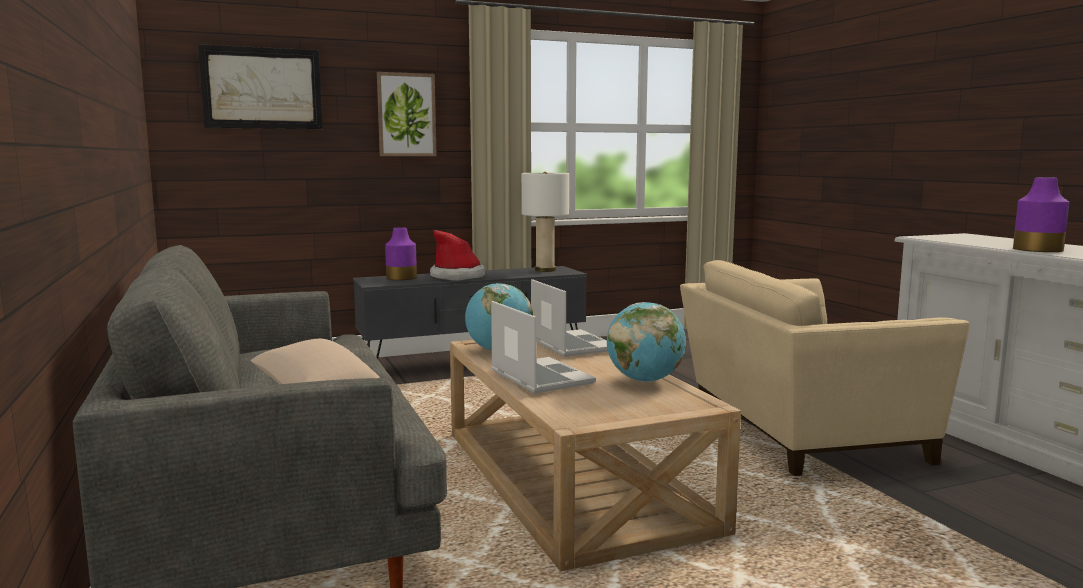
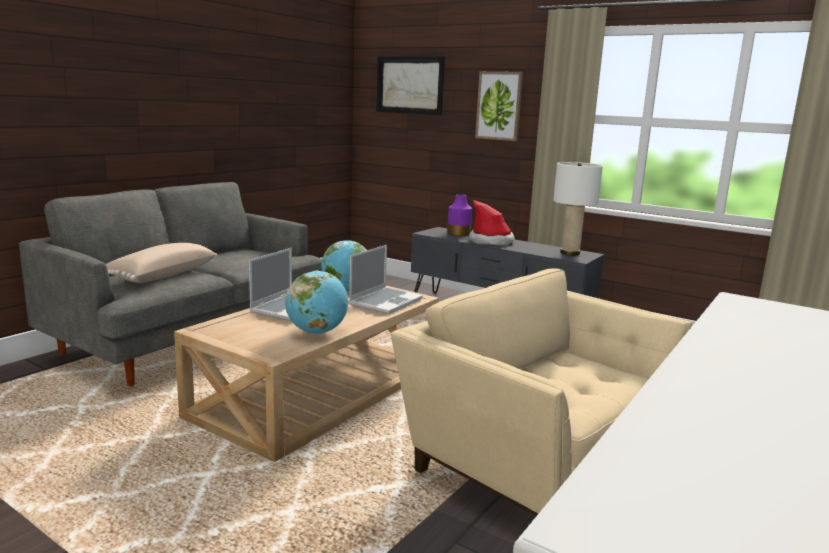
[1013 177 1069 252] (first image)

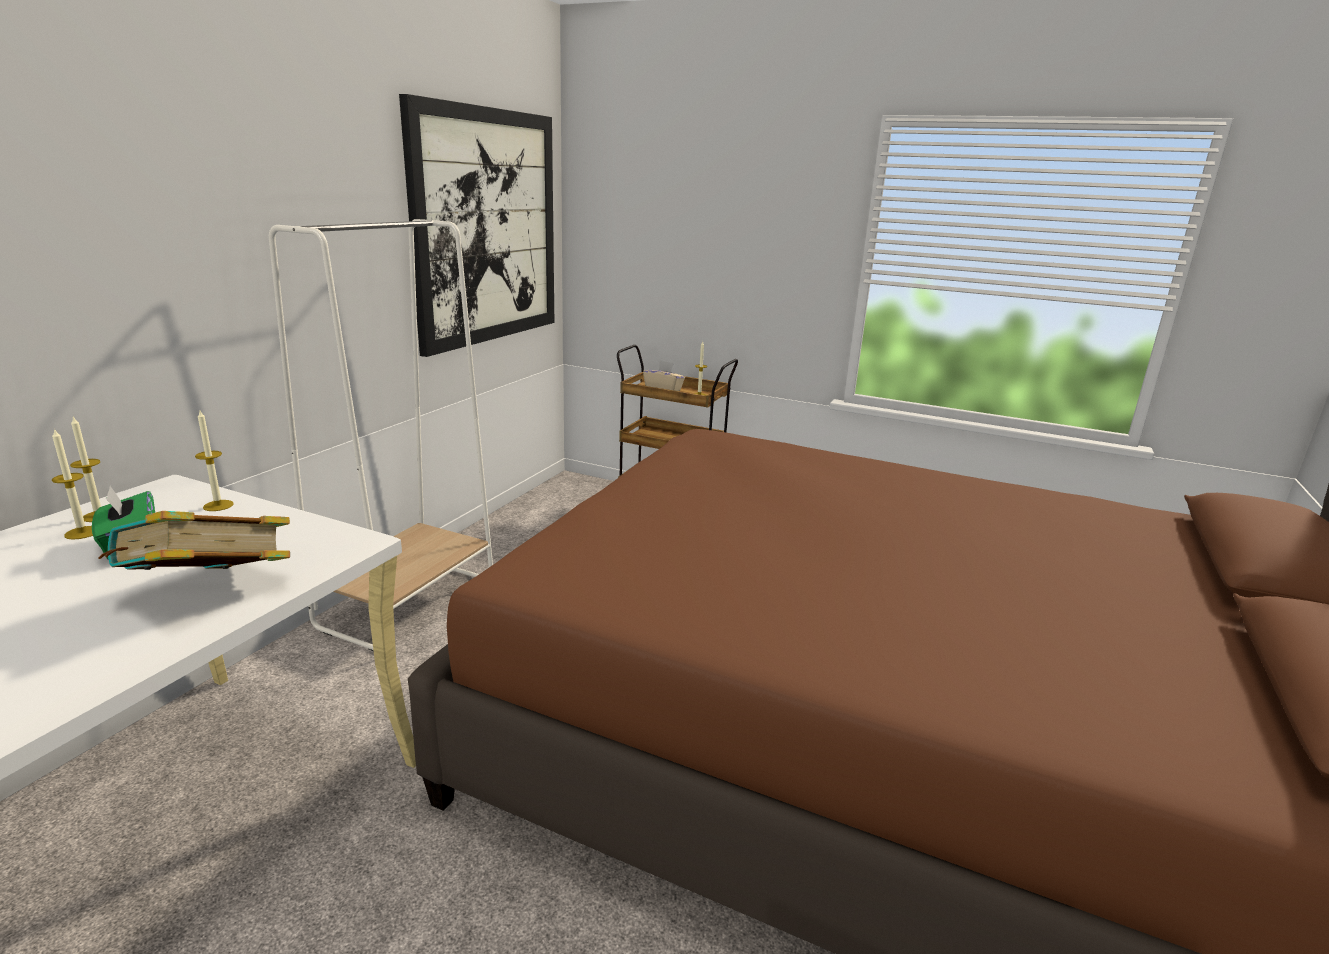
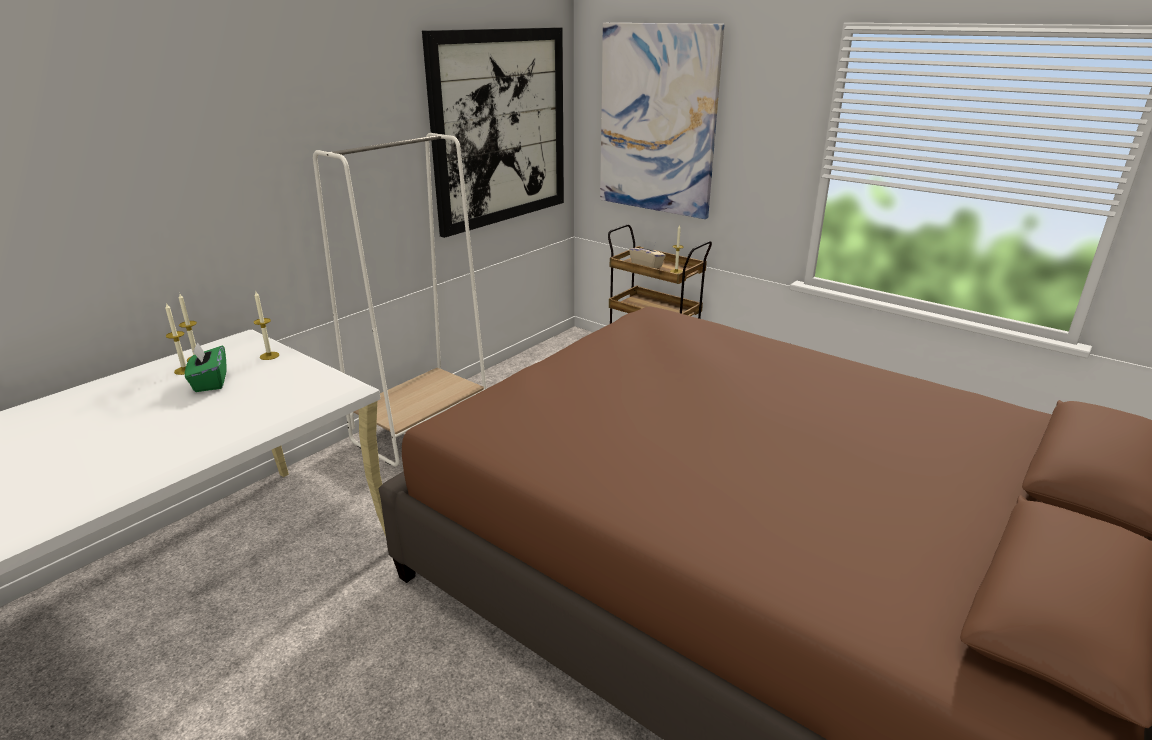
[99 511 290 570] (first image)
[600 23 725 219]

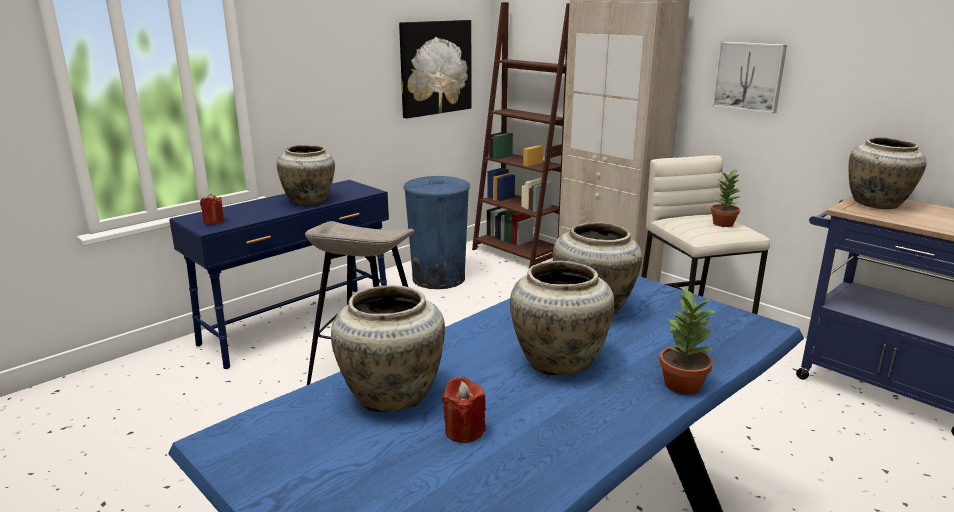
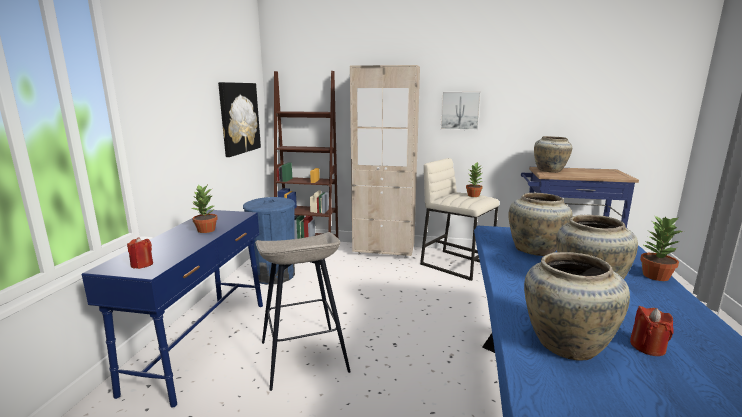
[192 185 218 233]

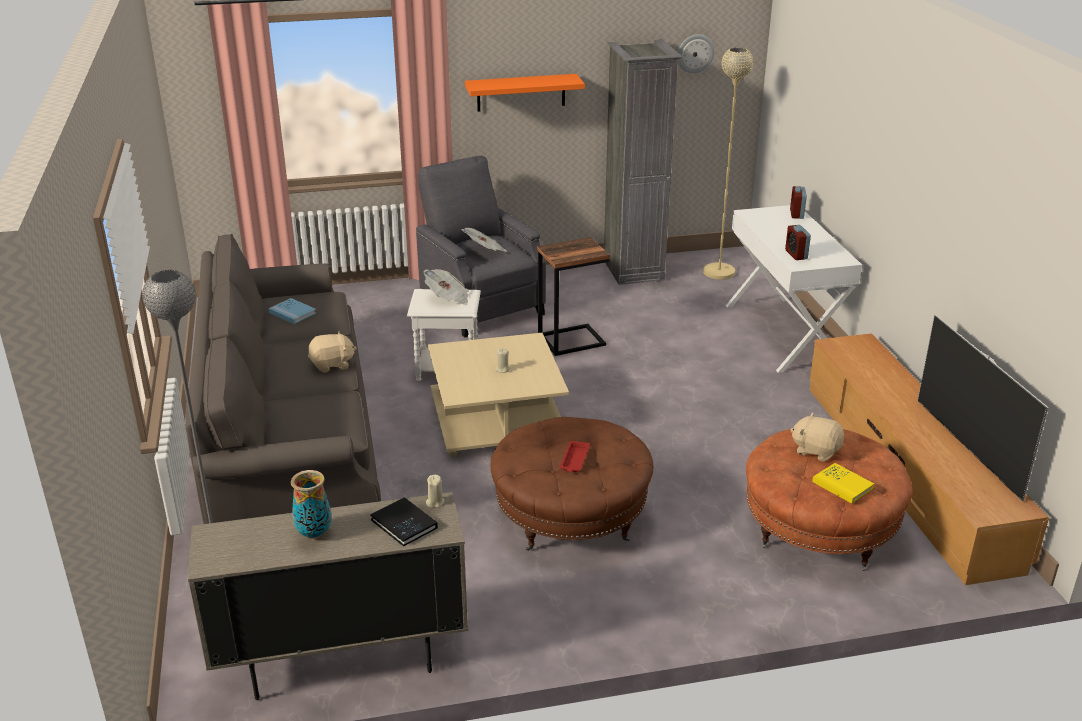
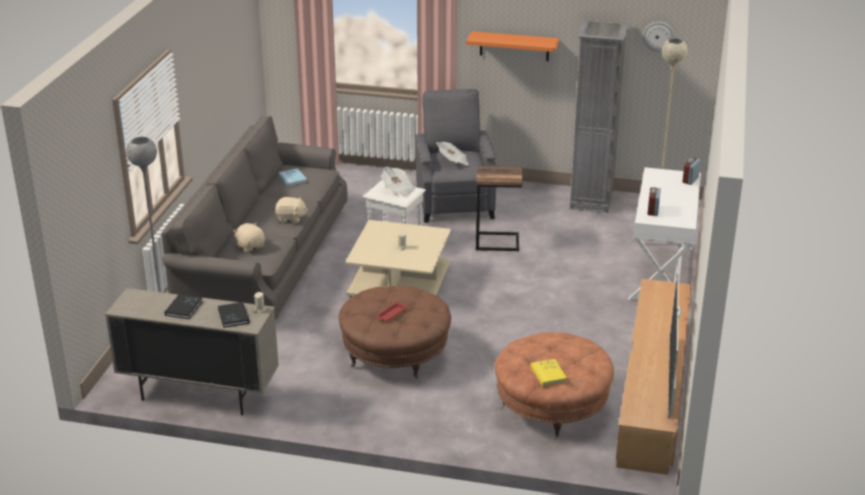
[233 223 265 253]
[165 294 203 319]

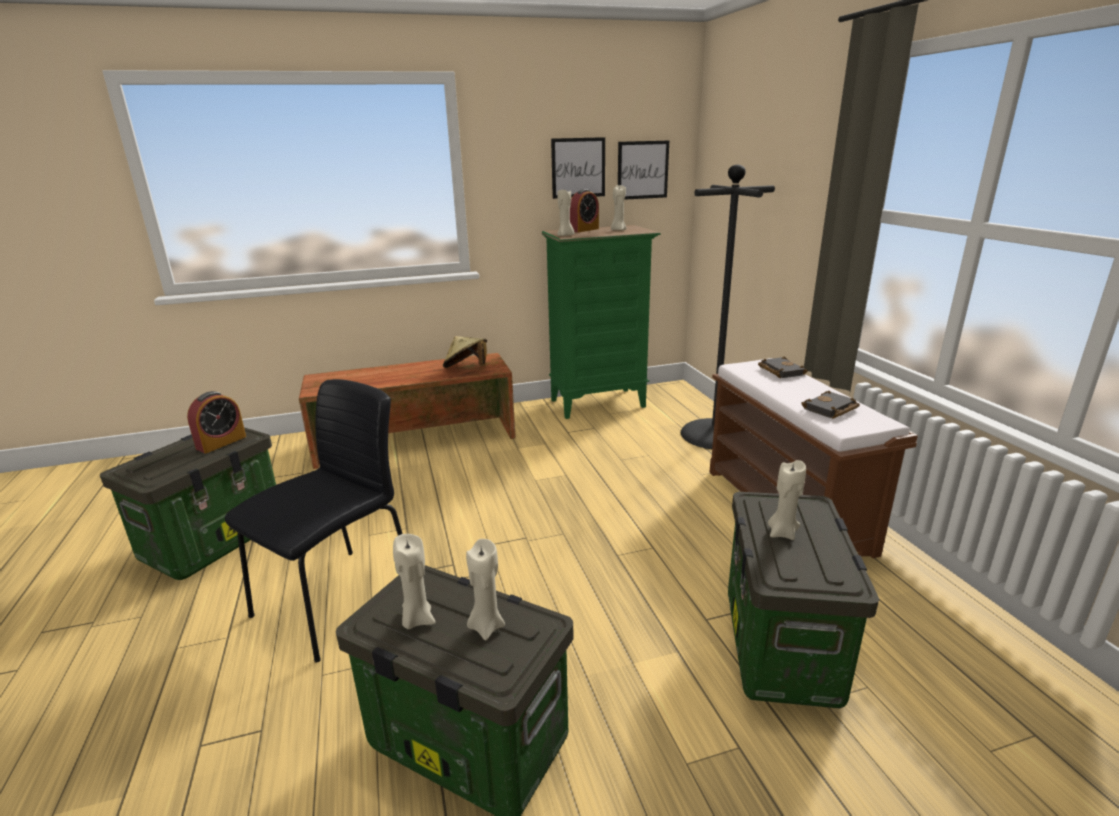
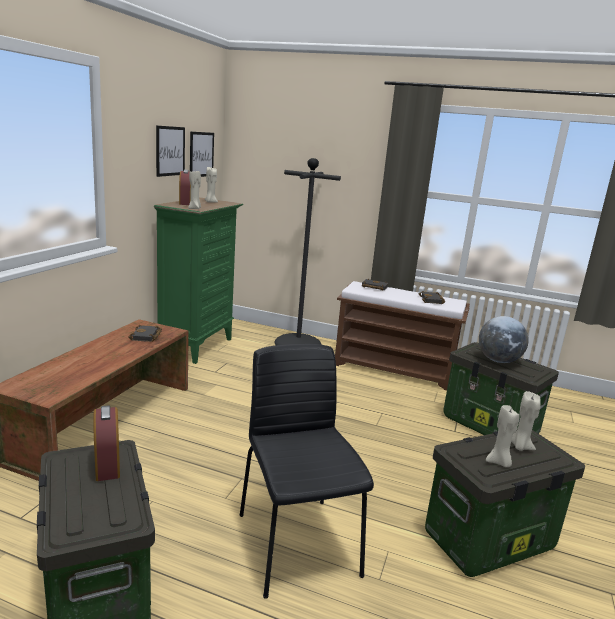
[128 325 162 342]
[479 316 529 363]

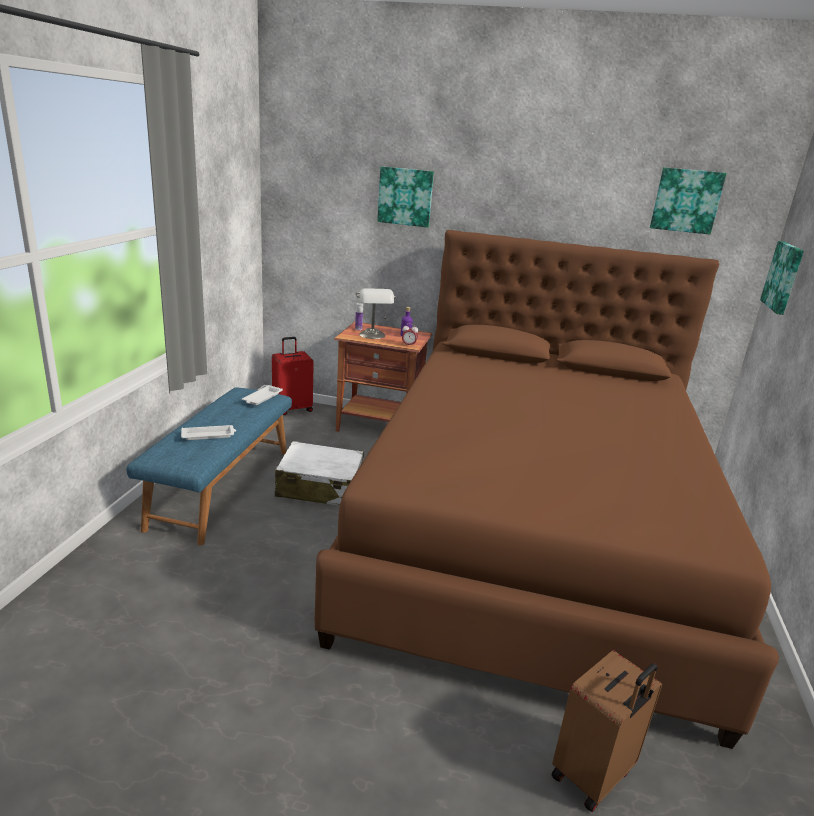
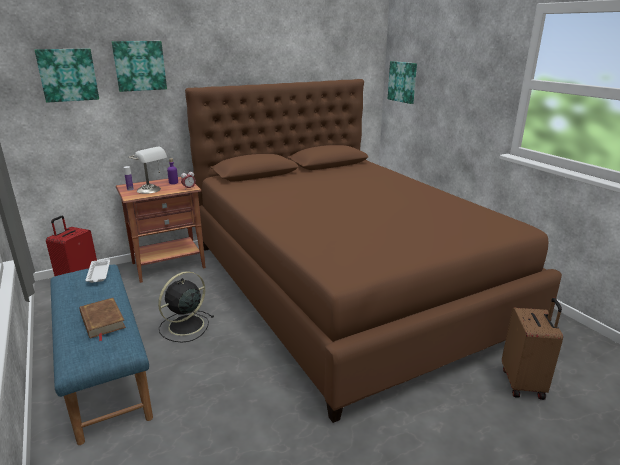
[35 49 99 103]
[80 298 126 341]
[158 271 214 343]

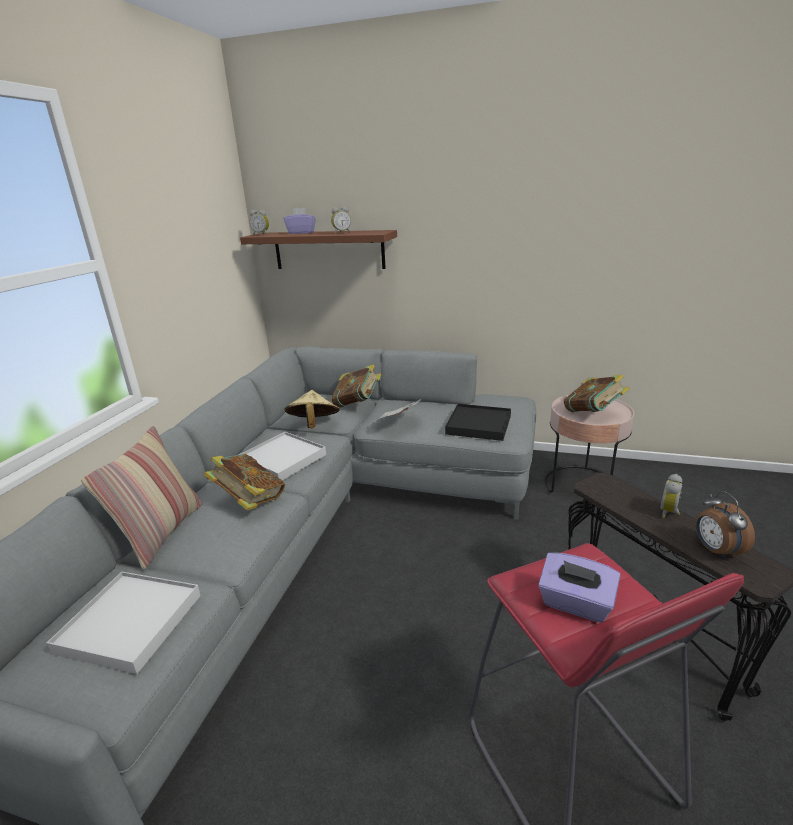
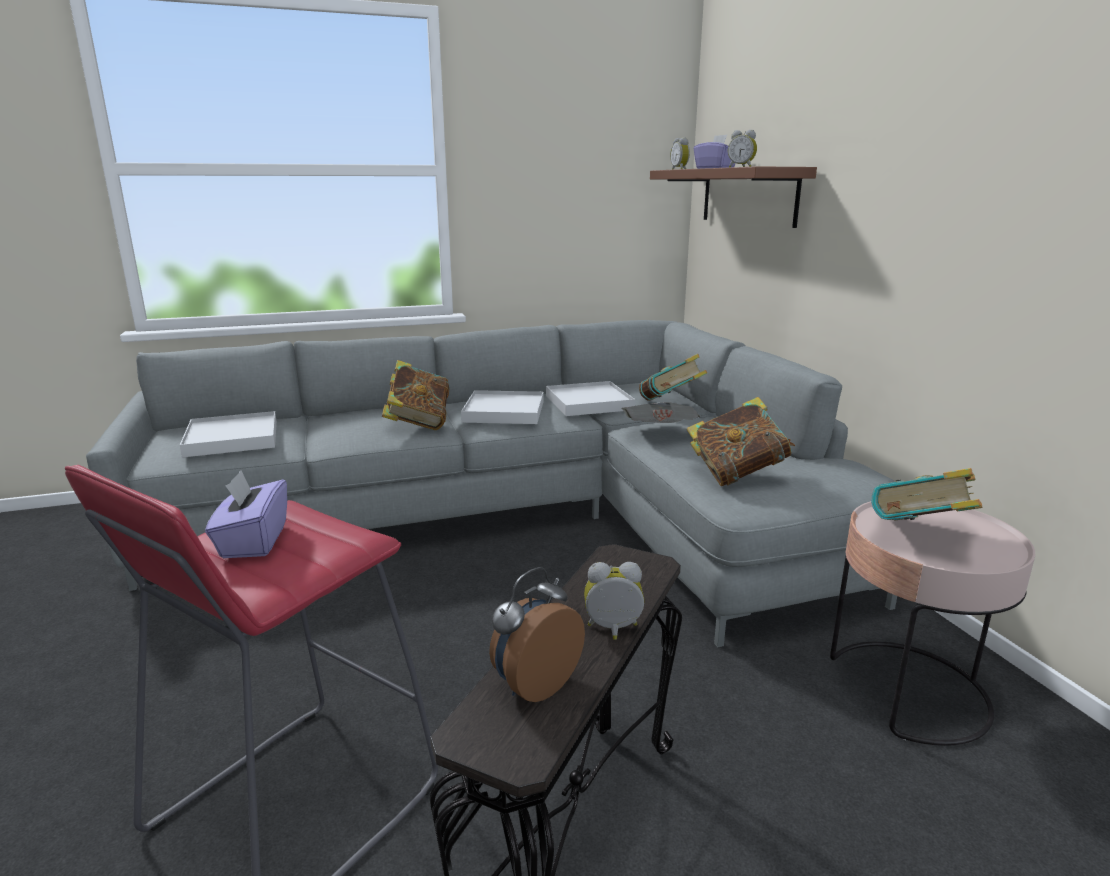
[546 381 635 416]
[687 397 795 486]
[81 426 203 569] (first image)

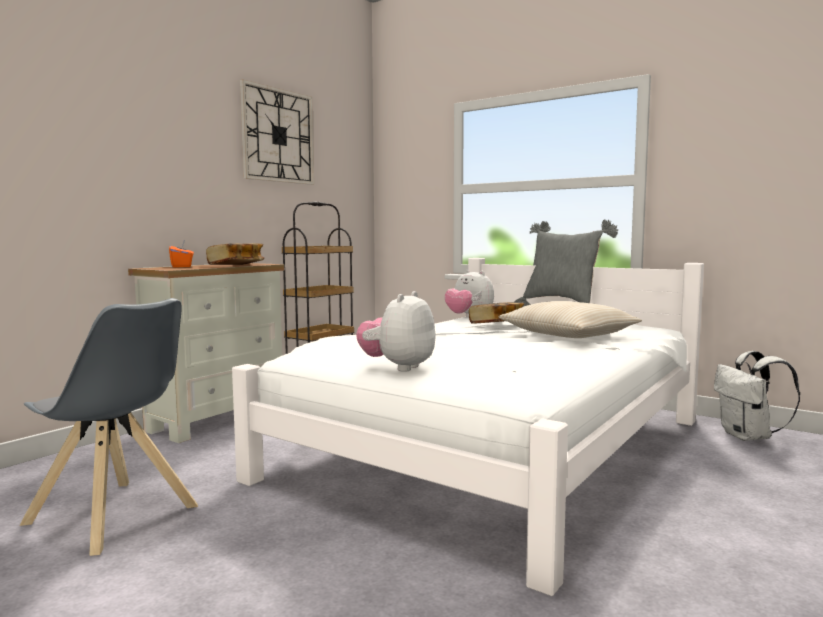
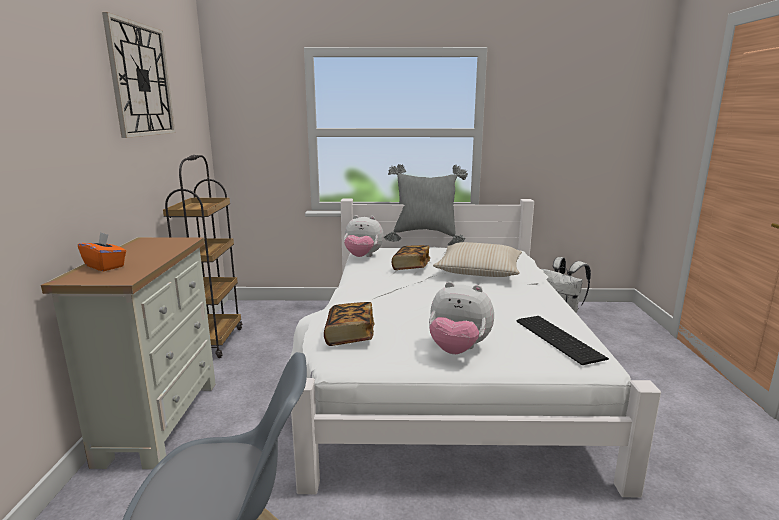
[324 302 375 346]
[429 281 494 354]
[516 316 609 365]

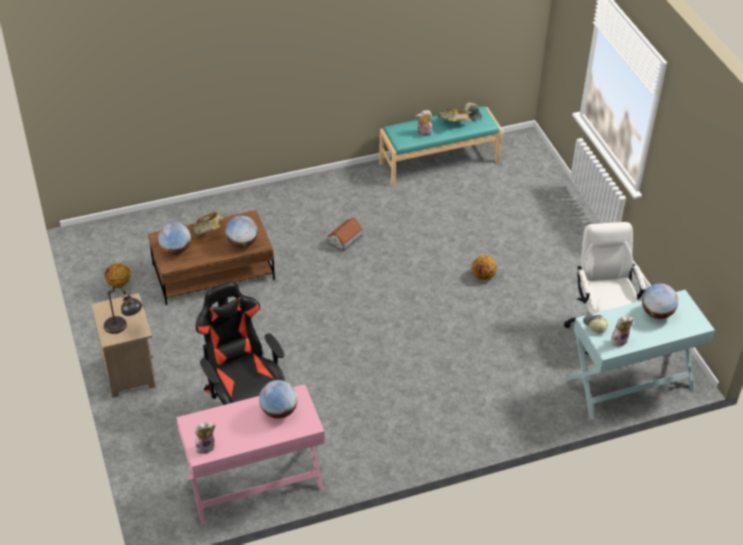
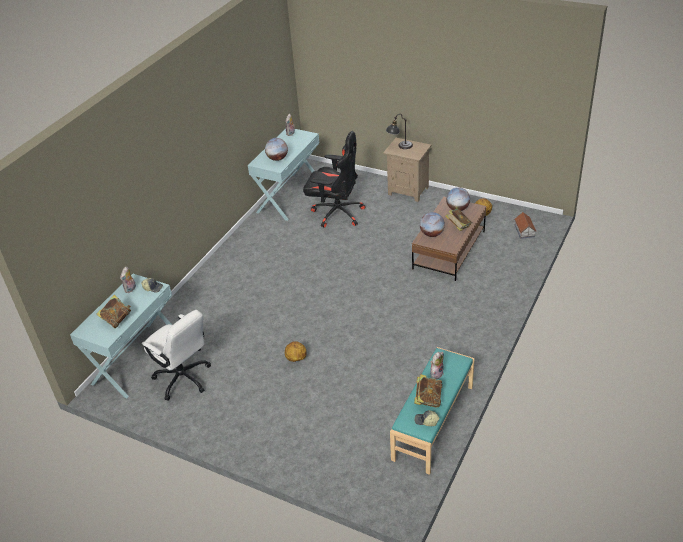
[515 212 536 239]
[96 295 131 328]
[248 129 319 221]

